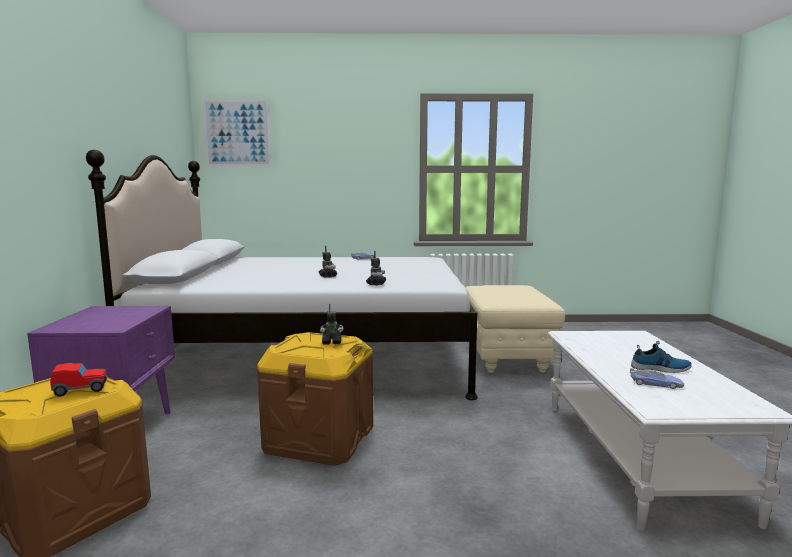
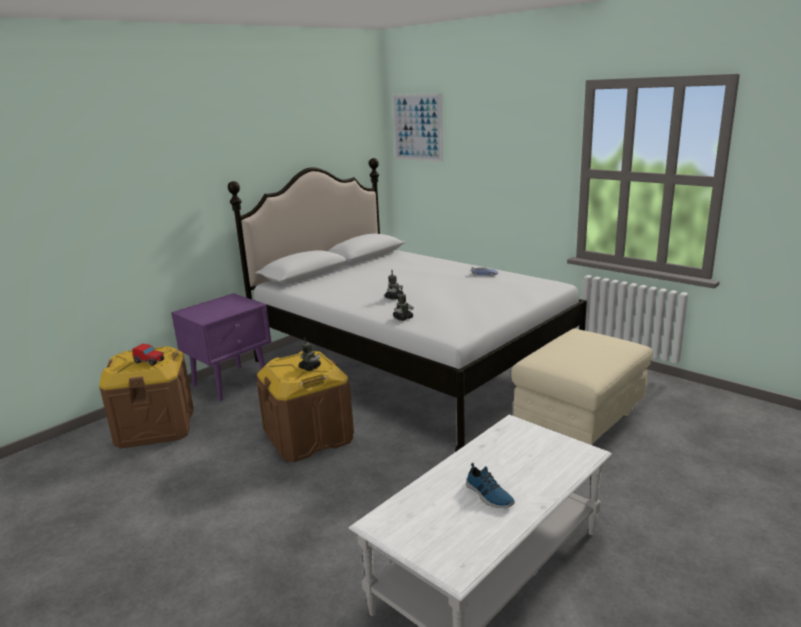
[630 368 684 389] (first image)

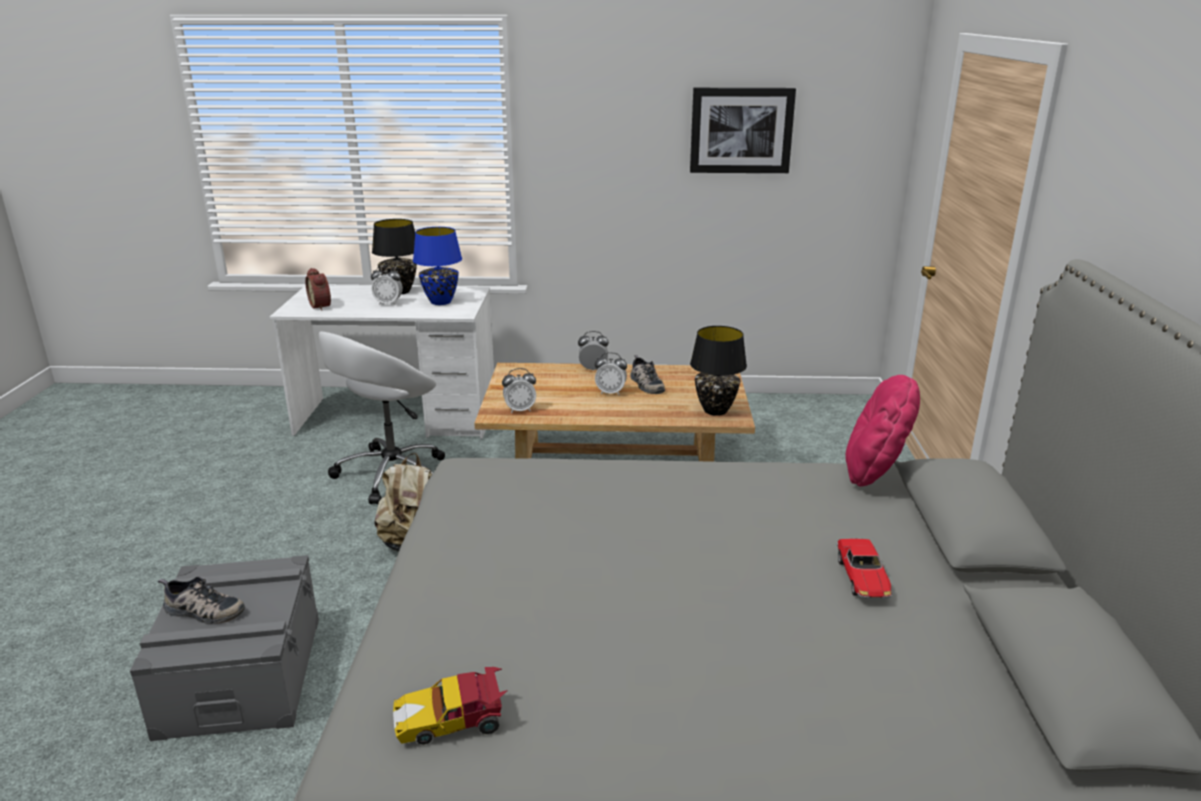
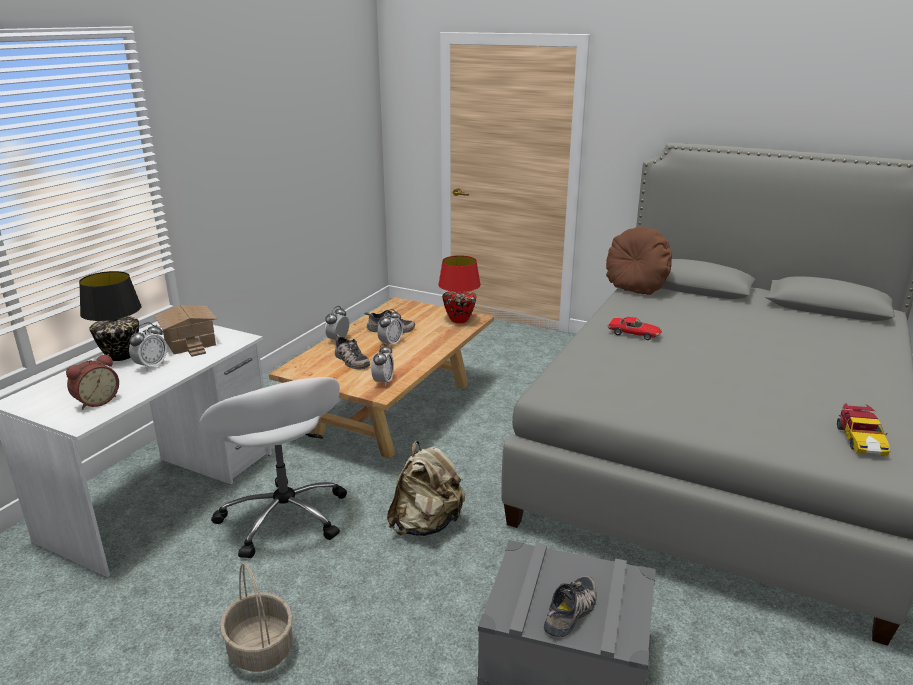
[690 88 796 173] (first image)
[154 305 217 357]
[66 354 119 410]
[438 255 481 323]
[606 227 672 295]
[607 317 662 340]
[335 334 370 369]
[220 562 293 672]

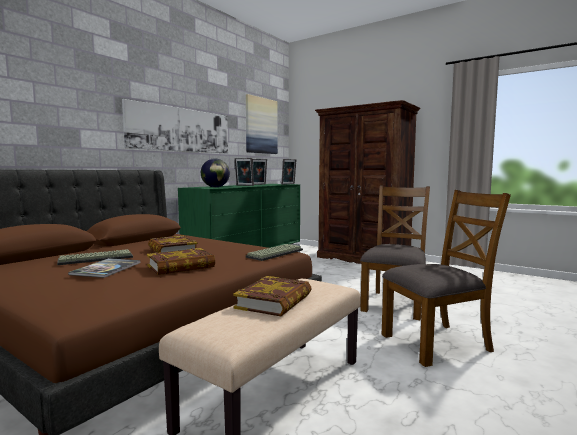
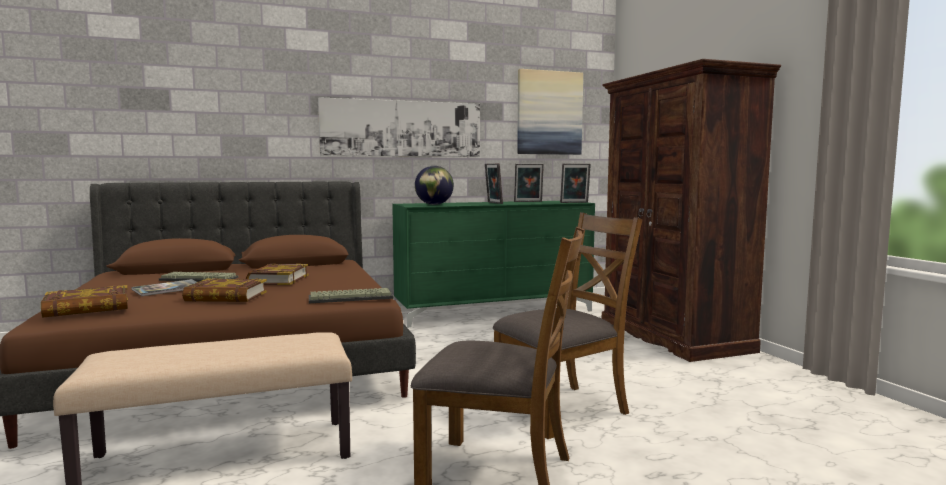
[41 285 128 318]

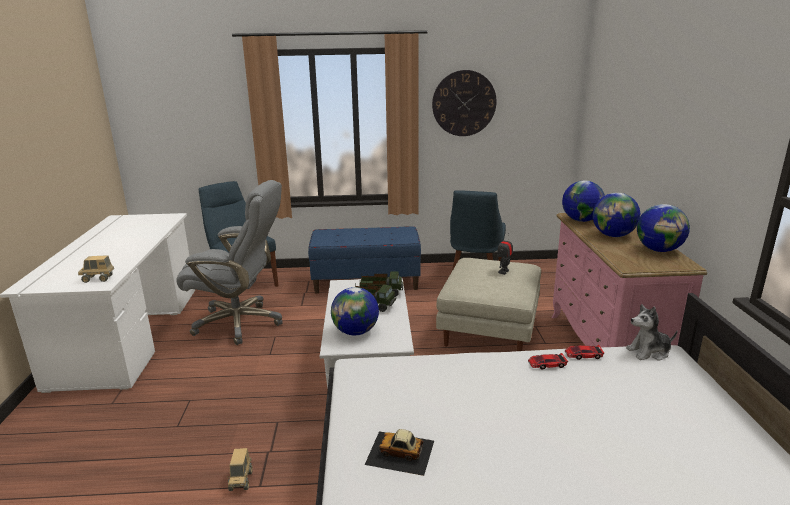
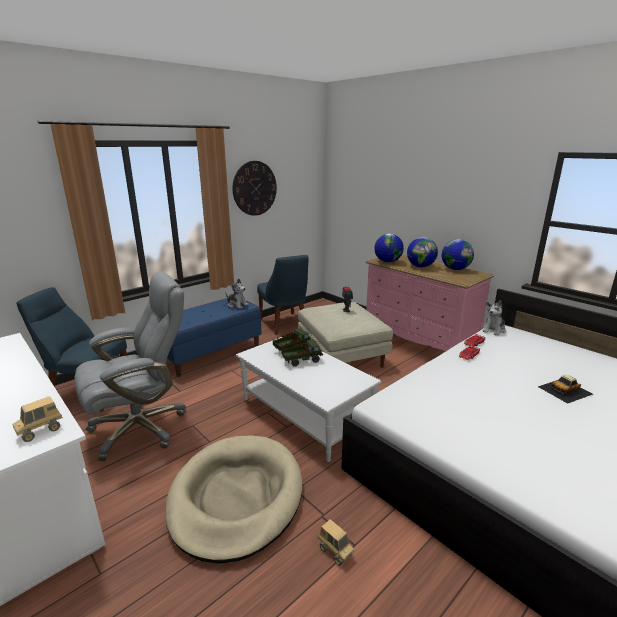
[331 287 379 335] (first image)
[538 375 593 404]
[225 278 249 309]
[165 435 303 564]

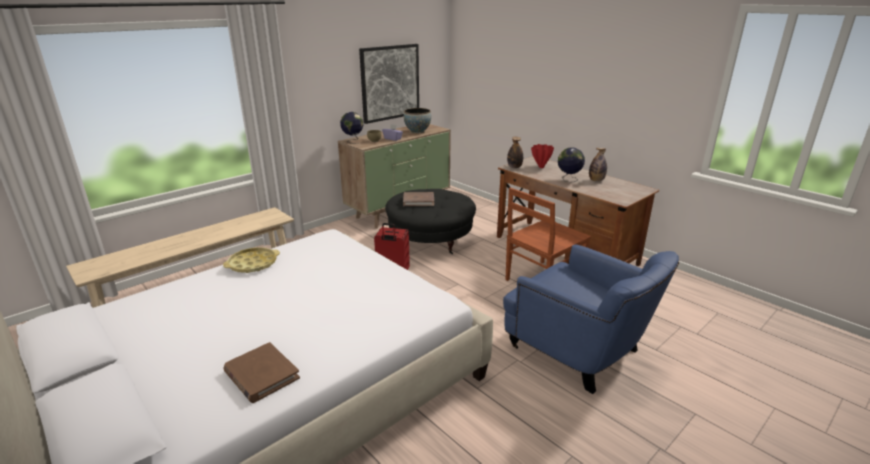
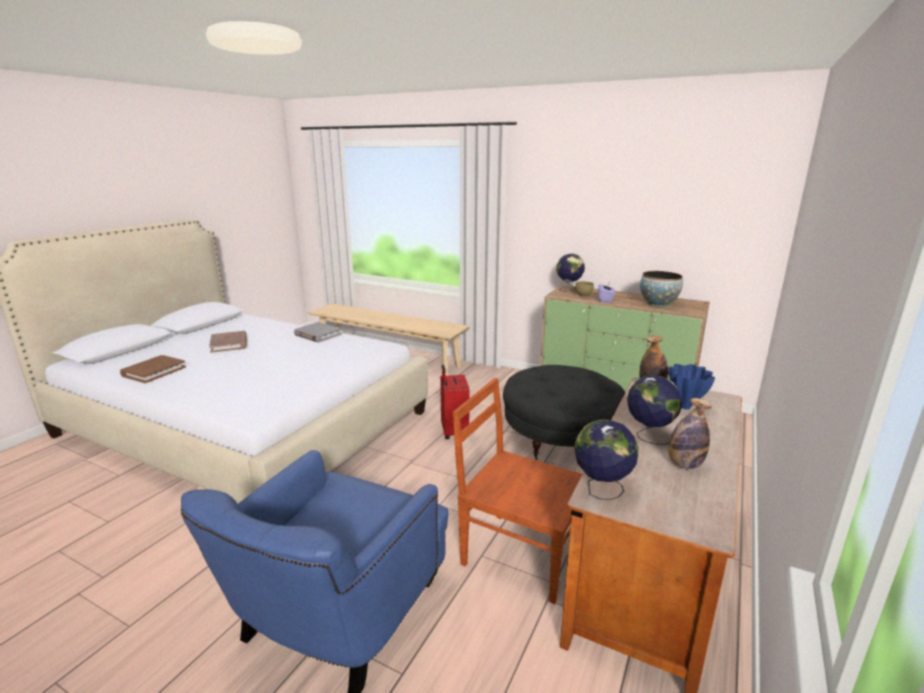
[359 44 419 124] (first image)
[669 364 715 410]
[209 331 247 353]
[294 322 342 343]
[574 419 638 500]

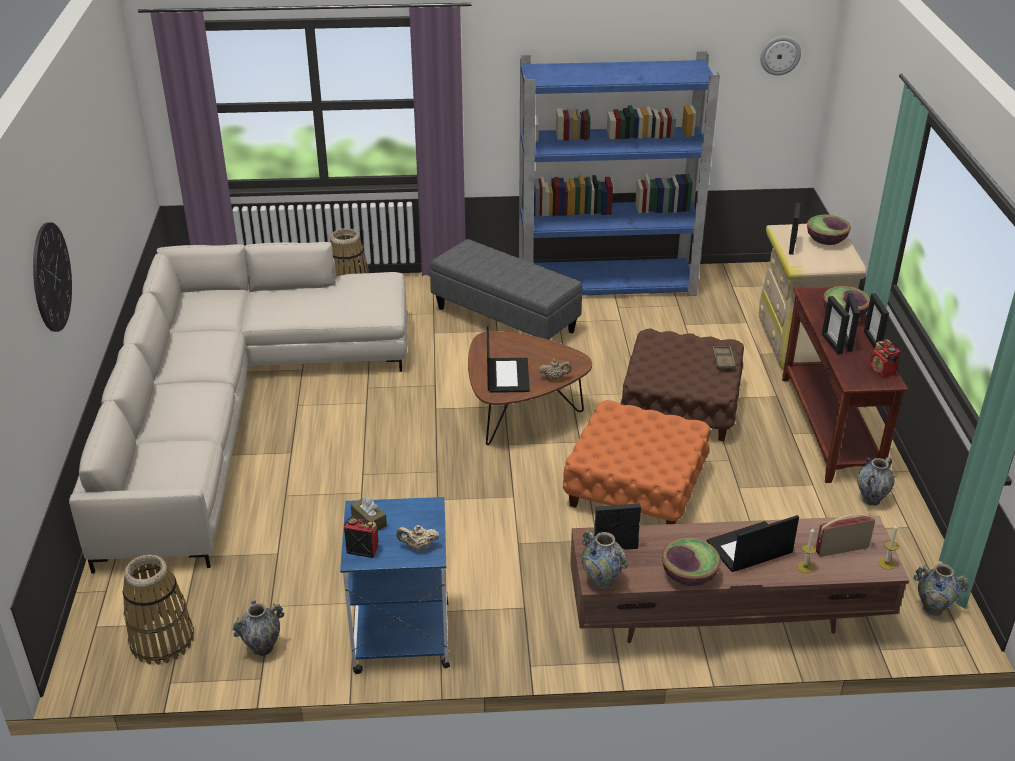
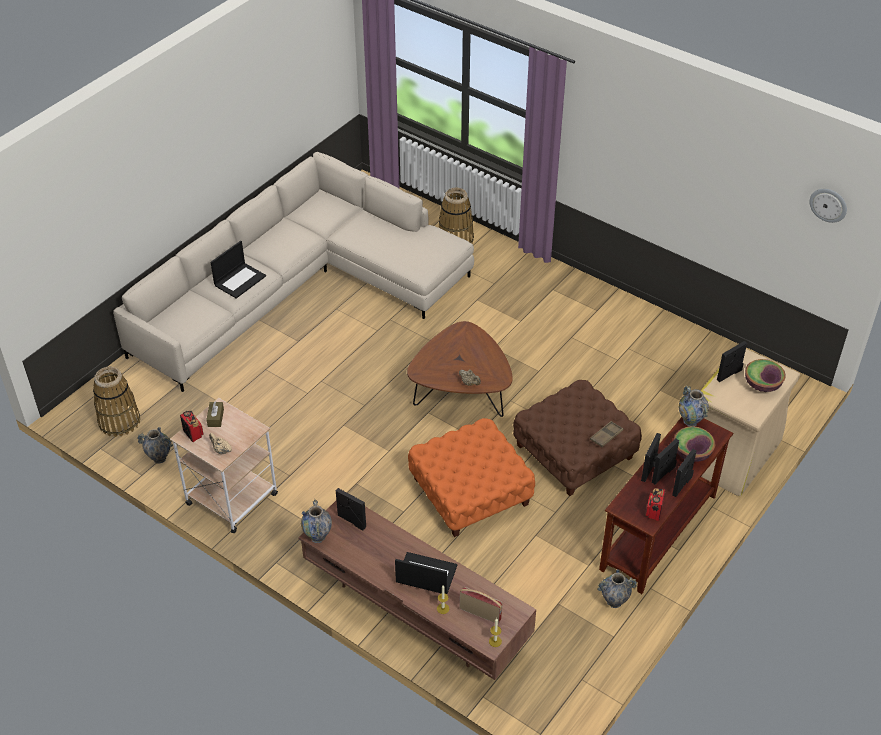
[519 51 720 296] (first image)
[33 222 72 332] (first image)
[430 239 583 340] (first image)
[211 241 266 299]
[170 398 278 533]
[662 538 721 586] (first image)
[679 385 709 427]

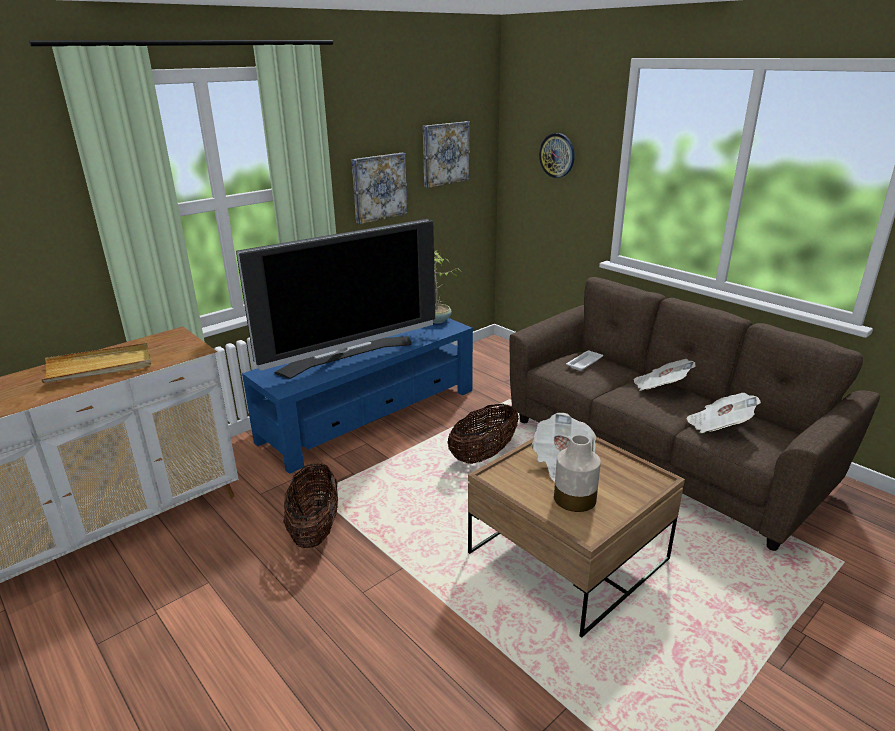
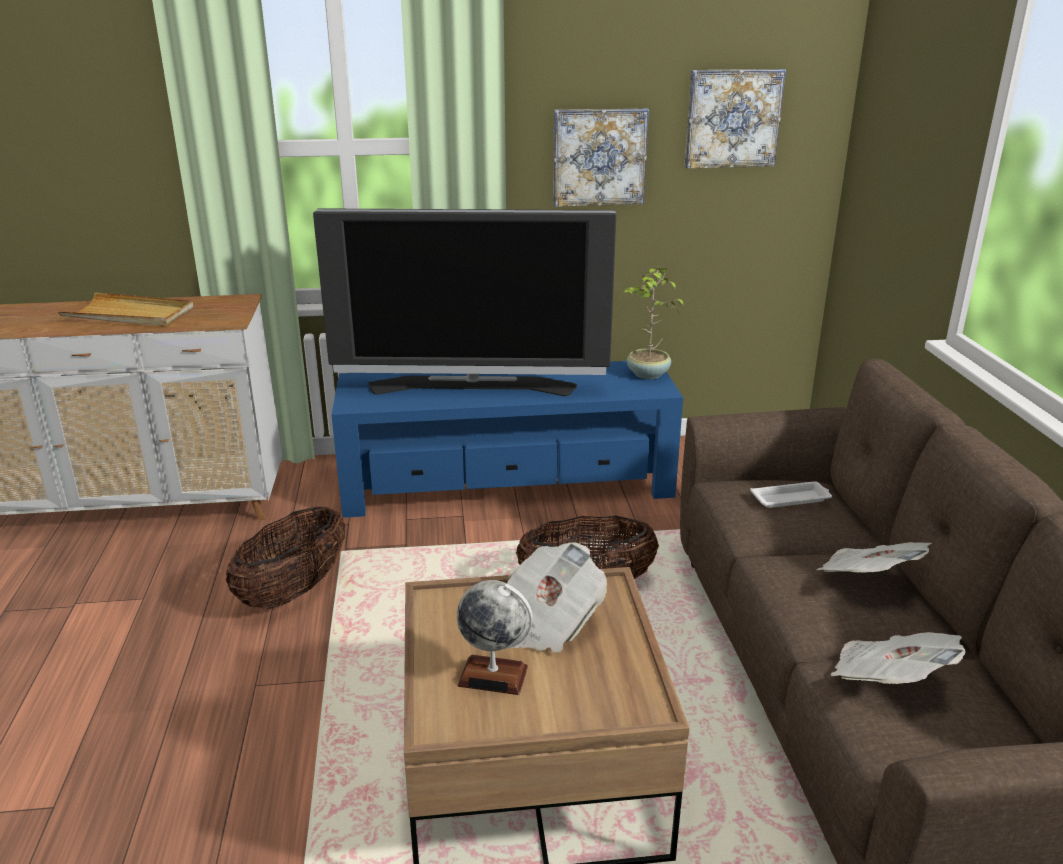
[539 133 575 178] (first image)
[457 580 533 695]

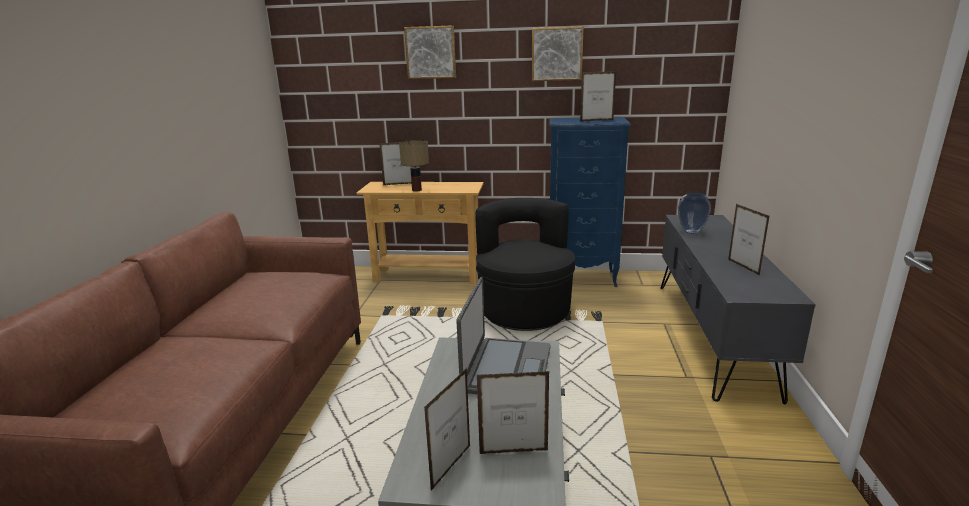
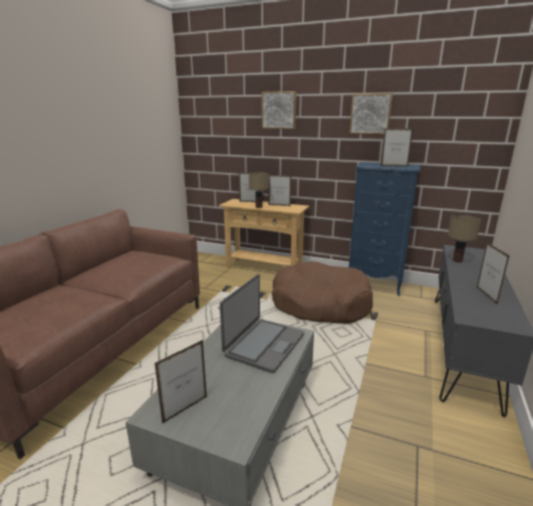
[448 214 481 263]
[272 261 373 324]
[269 175 291 206]

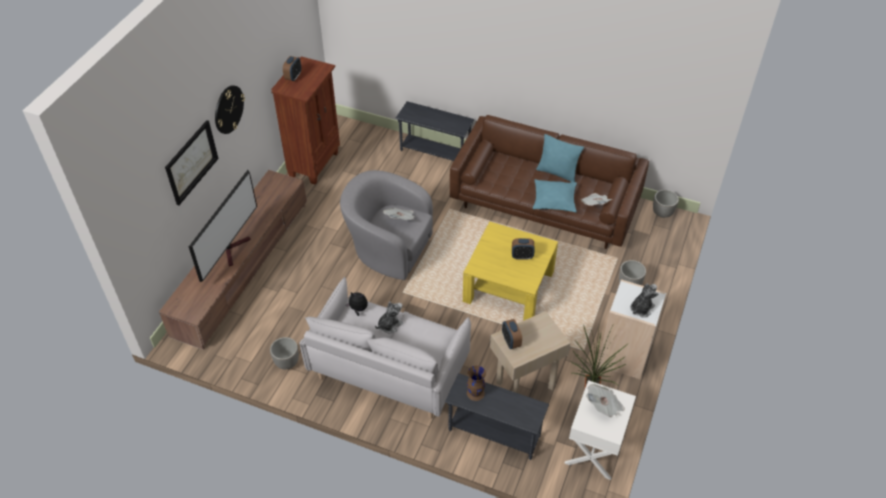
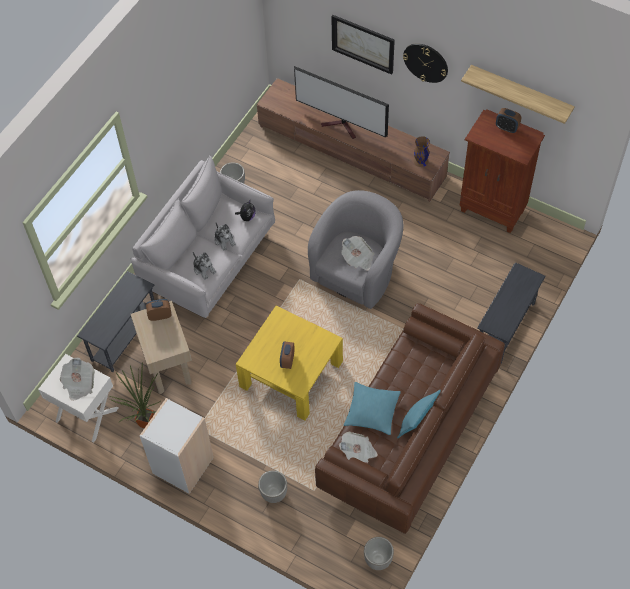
[193 252 216 280]
[413 136 430 167]
[461 65 575 124]

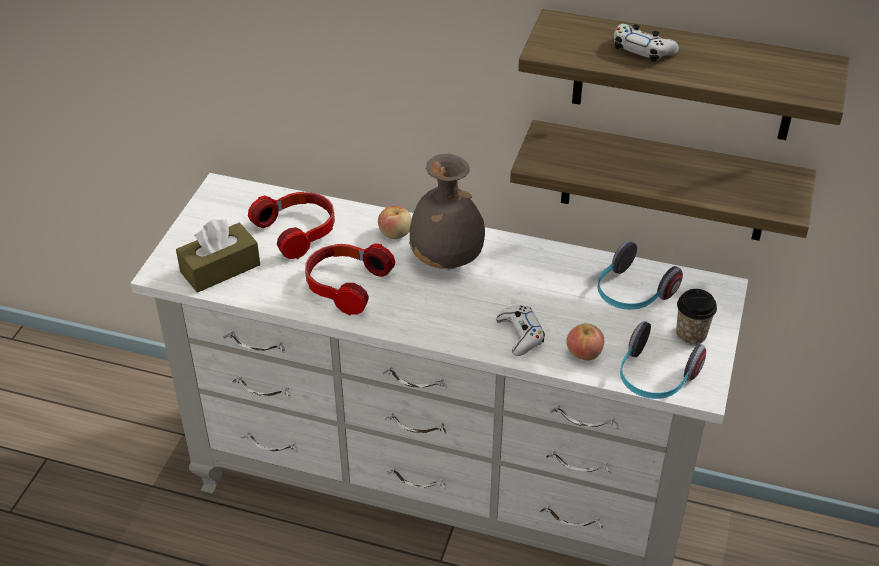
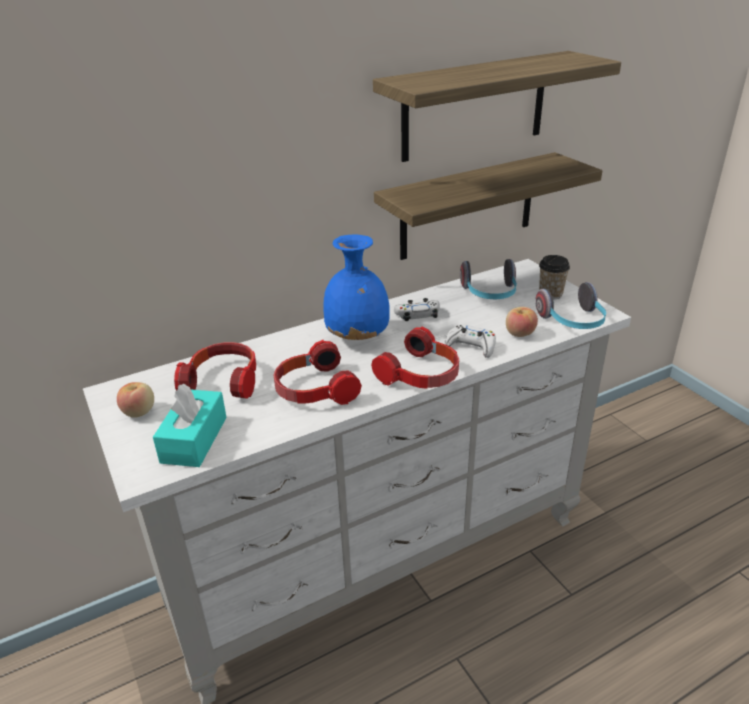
[394 298 440 321]
[323 234 390 340]
[117 382 154 418]
[153 384 227 467]
[371 326 459 389]

